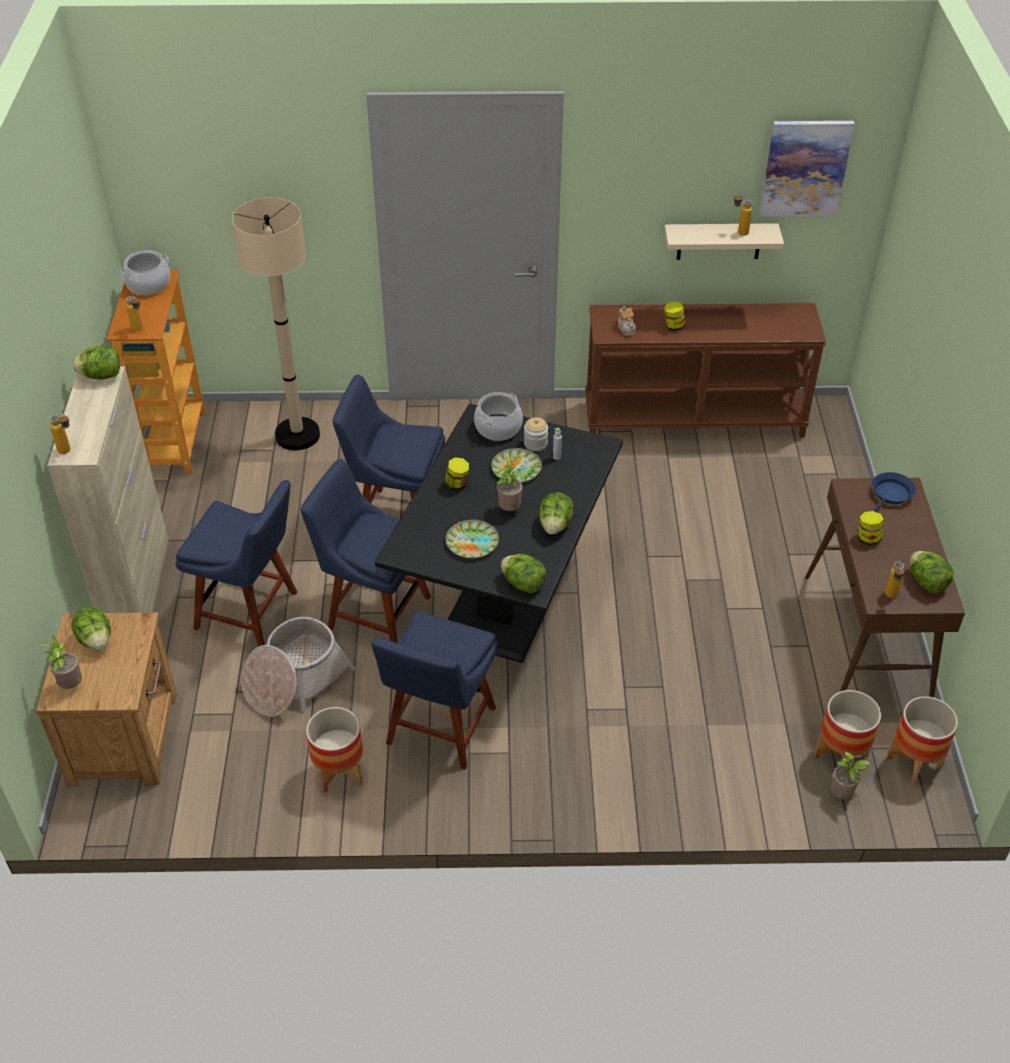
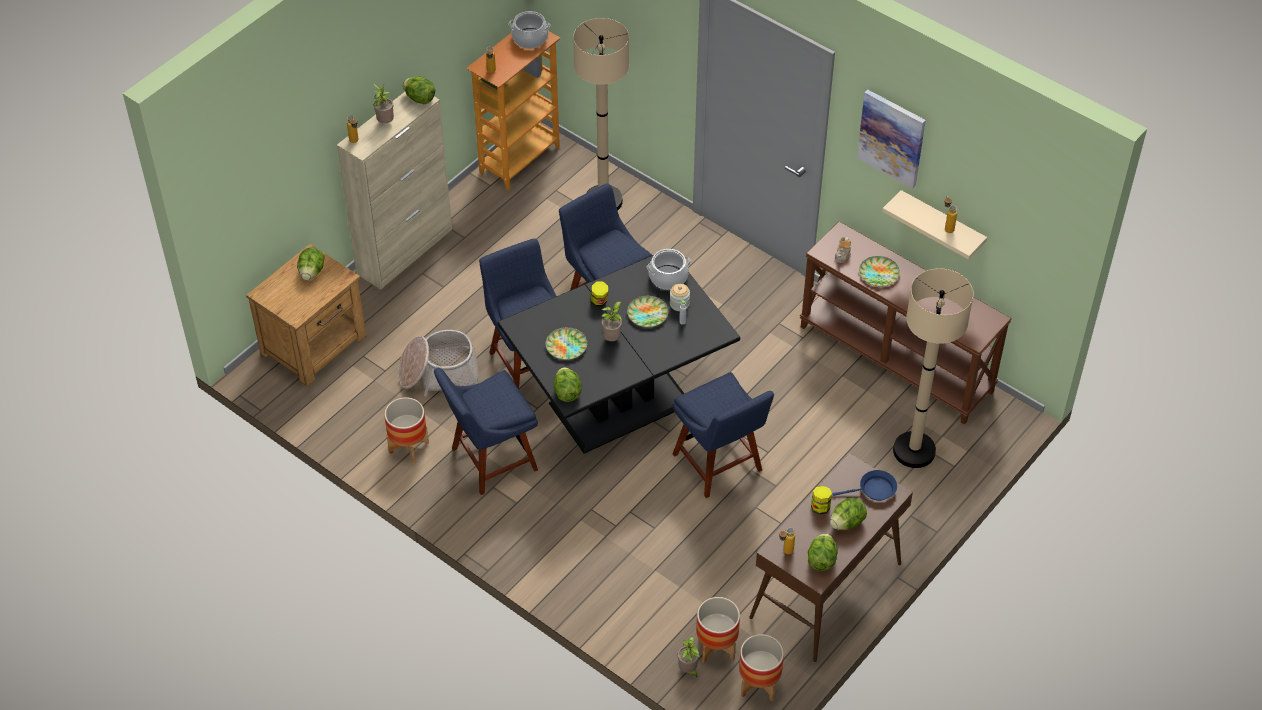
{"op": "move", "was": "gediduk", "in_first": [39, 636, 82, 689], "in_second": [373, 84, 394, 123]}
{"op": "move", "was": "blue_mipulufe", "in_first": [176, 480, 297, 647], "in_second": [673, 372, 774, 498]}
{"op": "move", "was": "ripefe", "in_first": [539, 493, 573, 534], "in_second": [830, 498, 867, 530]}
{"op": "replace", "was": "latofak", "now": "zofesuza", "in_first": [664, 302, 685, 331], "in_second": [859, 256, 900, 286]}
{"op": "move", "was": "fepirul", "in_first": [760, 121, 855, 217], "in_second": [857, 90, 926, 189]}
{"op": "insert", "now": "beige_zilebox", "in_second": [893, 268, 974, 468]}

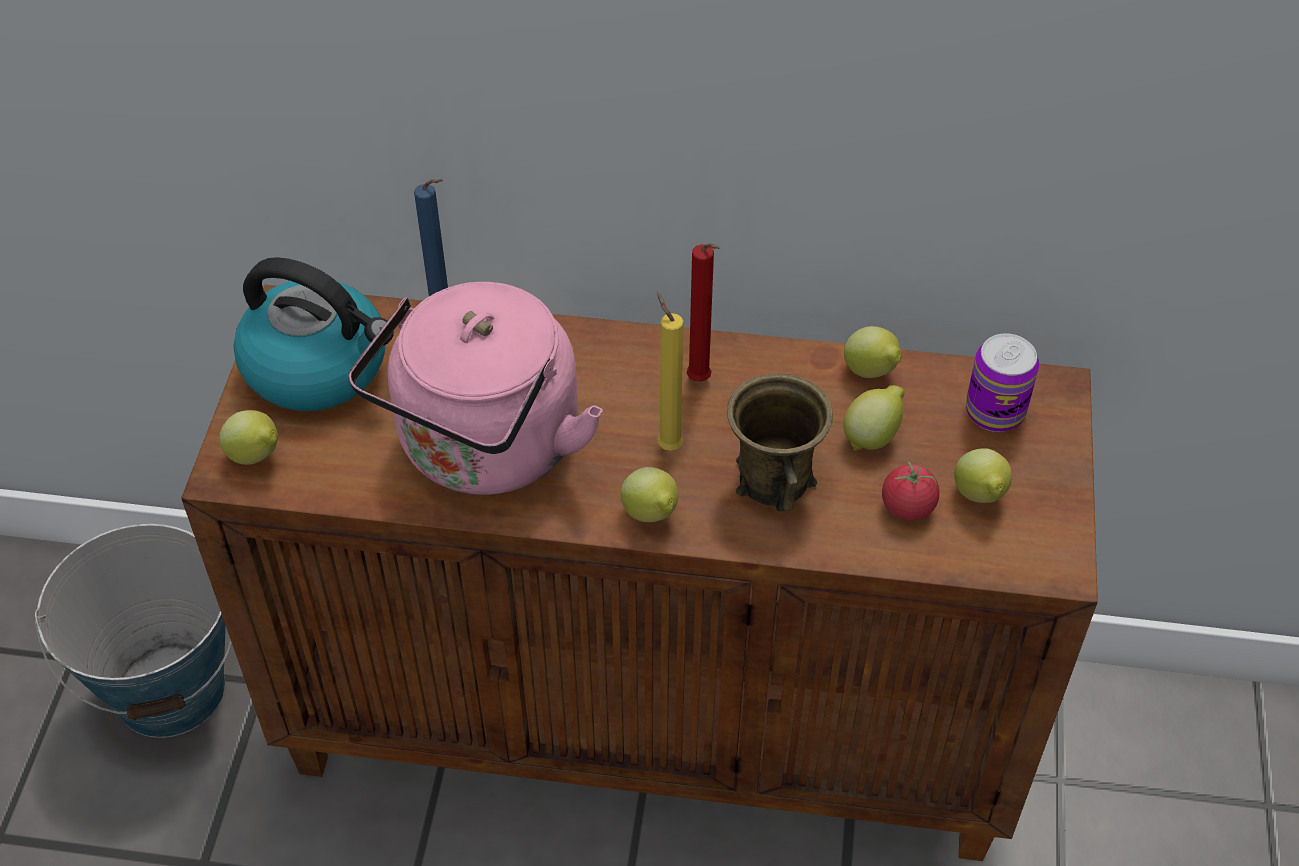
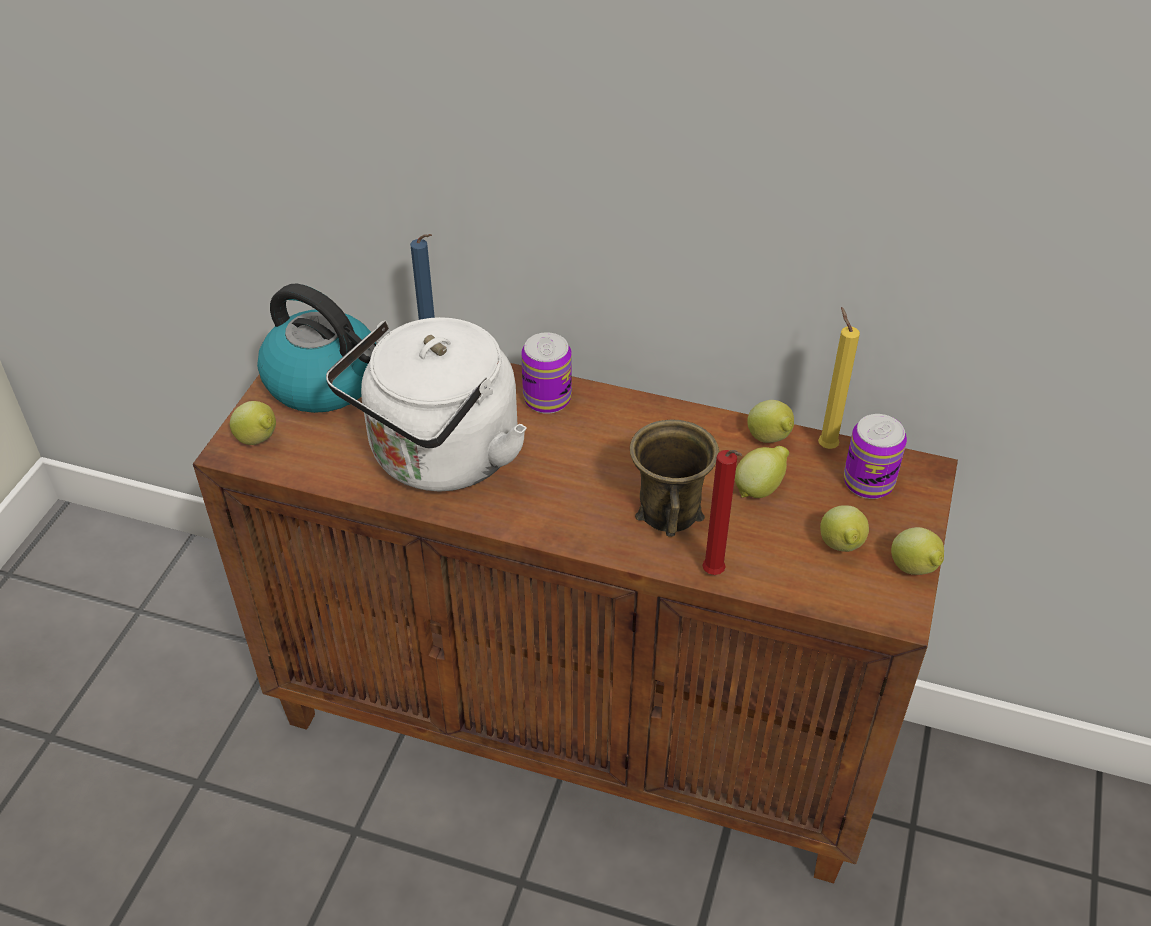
{"op": "delete", "was": "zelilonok", "in_first": [35, 524, 232, 738]}
{"op": "recolor", "was": "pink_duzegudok", "now": "white_duzegudok", "in_first": [348, 282, 603, 495], "in_second": [326, 317, 527, 492]}
{"op": "move", "was": "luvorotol", "in_first": [620, 467, 678, 522], "in_second": [891, 527, 944, 575]}
{"op": "move", "was": "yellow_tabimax", "in_first": [657, 292, 683, 451], "in_second": [818, 307, 860, 449]}
{"op": "move", "was": "red_tabimax", "in_first": [687, 243, 720, 382], "in_second": [702, 450, 742, 575]}
{"op": "delete", "was": "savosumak", "in_first": [882, 461, 940, 520]}
{"op": "insert", "now": "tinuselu", "in_second": [521, 332, 572, 414]}

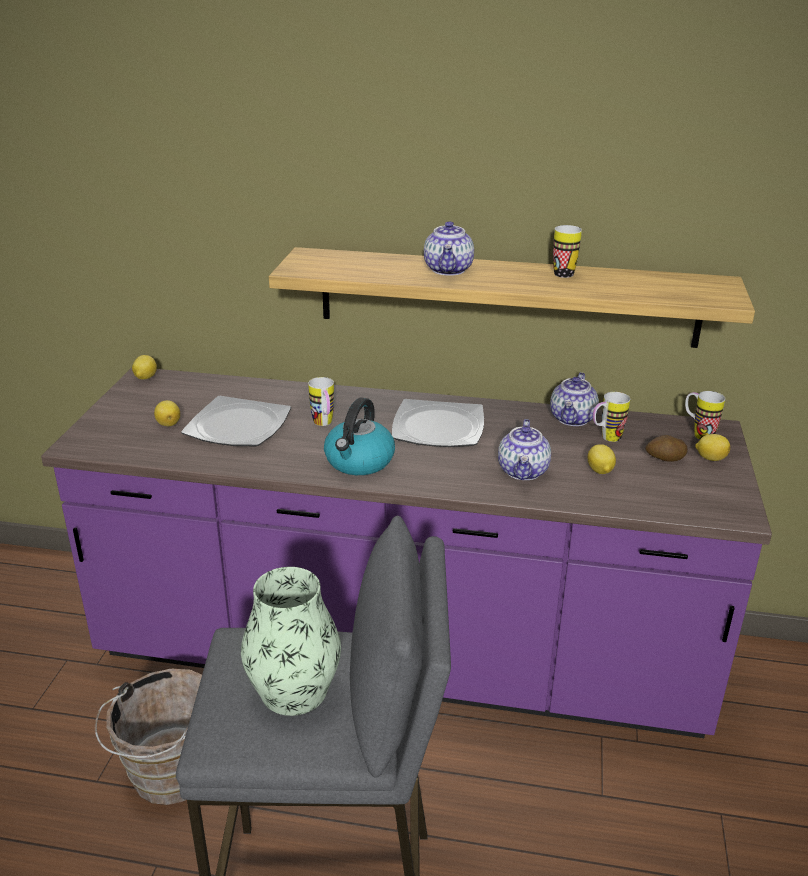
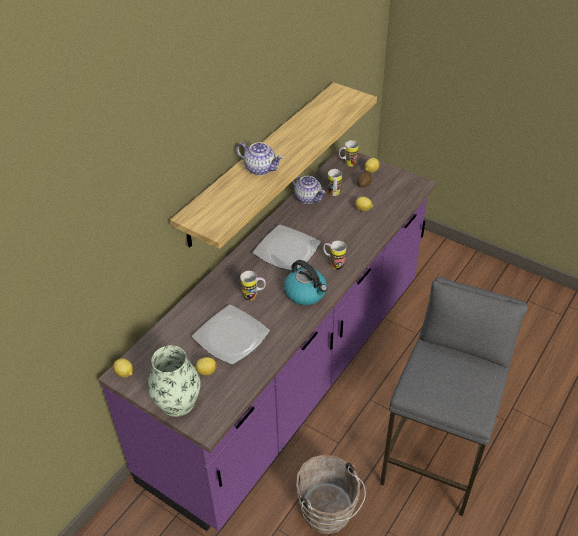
{"op": "move", "was": "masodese", "in_first": [241, 567, 341, 716], "in_second": [148, 345, 201, 417]}
{"op": "delete", "was": "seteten", "in_first": [498, 419, 551, 480]}
{"op": "move", "was": "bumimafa", "in_first": [553, 225, 582, 278], "in_second": [323, 241, 346, 270]}

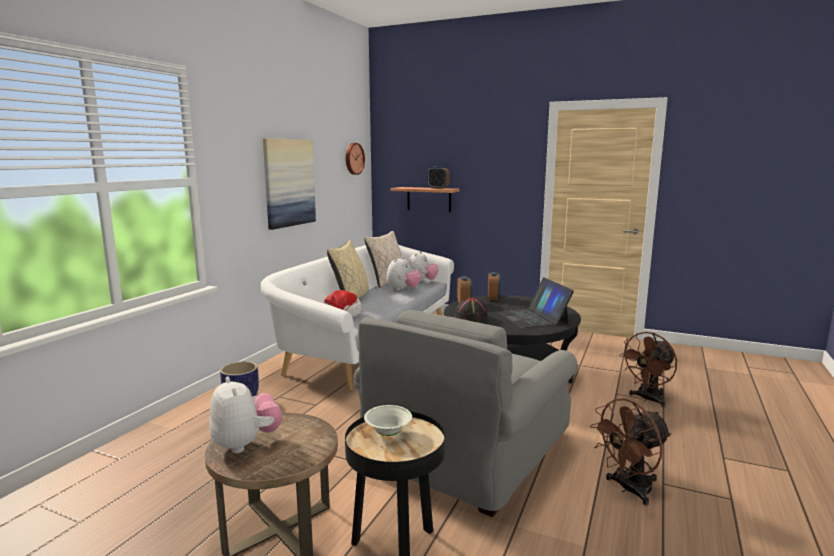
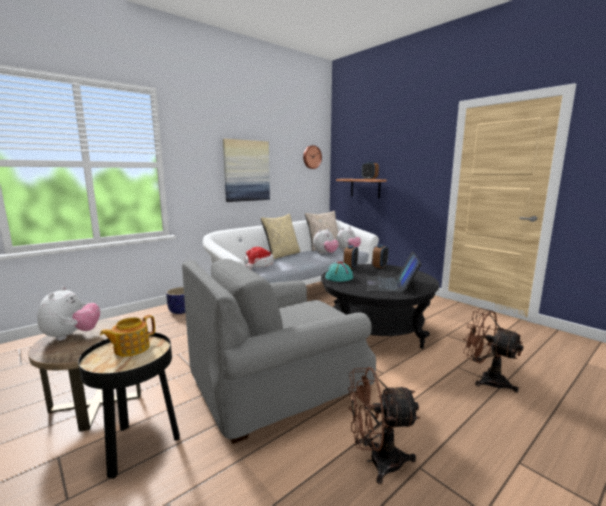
{"op": "replace", "was": "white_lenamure", "now": "seteten", "in_first": [364, 405, 412, 436], "in_second": [100, 315, 155, 357]}
{"op": "recolor", "was": "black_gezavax", "now": "turquoise_gezavax", "in_first": [454, 298, 488, 322], "in_second": [326, 262, 353, 282]}
{"op": "rotate", "was": "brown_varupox", "in_first": [619, 332, 677, 407], "in_second": [463, 308, 524, 393], "clockwise": 60}

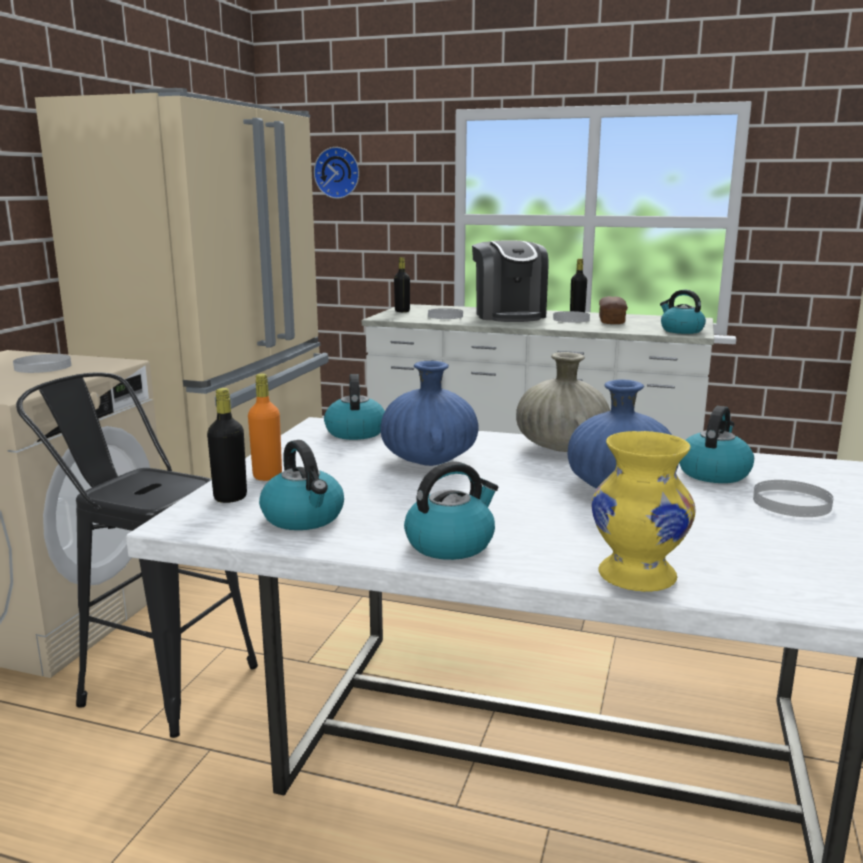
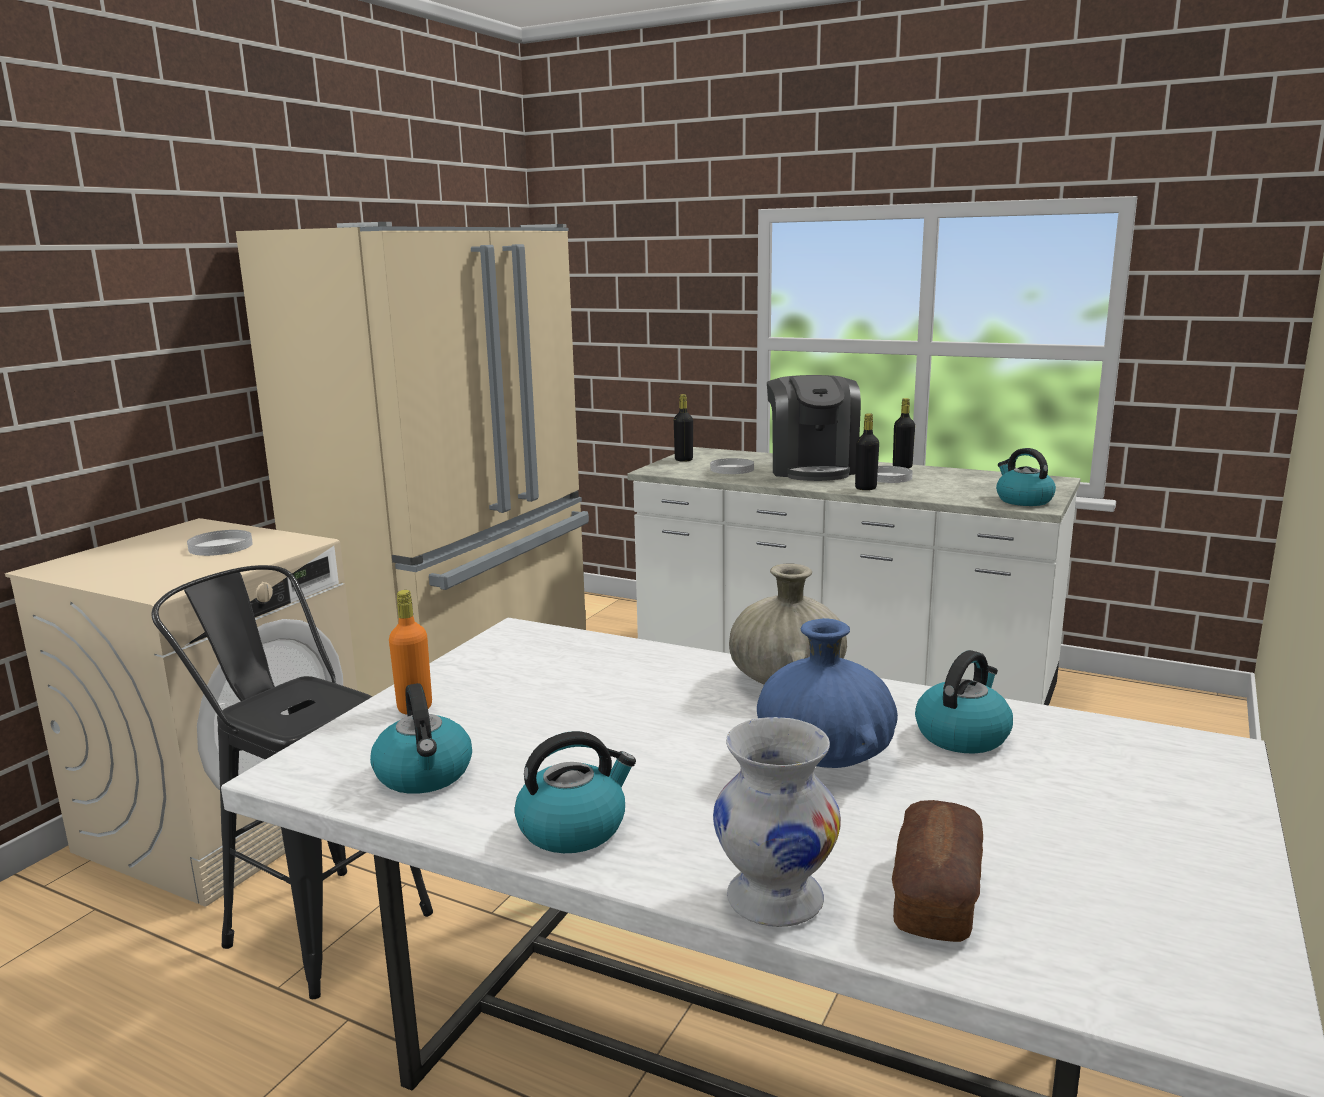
{"op": "move", "was": "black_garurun", "in_first": [207, 388, 247, 503], "in_second": [855, 413, 879, 490]}
{"op": "delete", "was": "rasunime", "in_first": [314, 147, 359, 199]}
{"op": "delete", "was": "duzegudok", "in_first": [324, 374, 385, 440]}
{"op": "delete", "was": "blue_masodese", "in_first": [380, 361, 479, 466]}
{"op": "recolor", "was": "yellow_masodese", "now": "white_masodese", "in_first": [592, 431, 696, 592], "in_second": [713, 717, 841, 927]}
{"op": "move", "was": "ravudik", "in_first": [599, 296, 628, 324], "in_second": [892, 800, 983, 942]}
{"op": "delete", "was": "white_zofesuza", "in_first": [753, 480, 833, 517]}

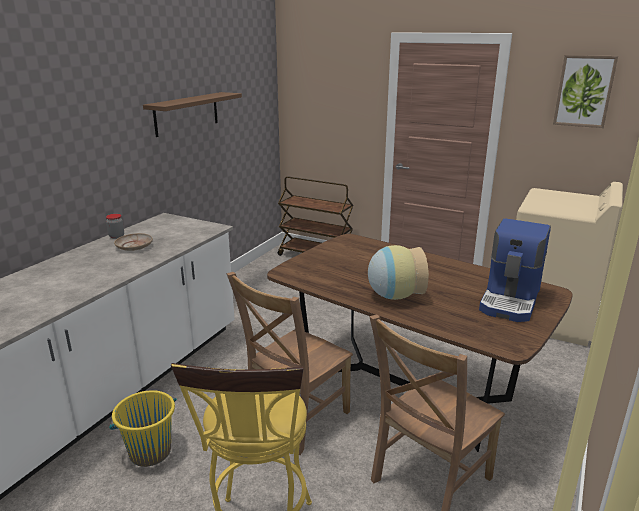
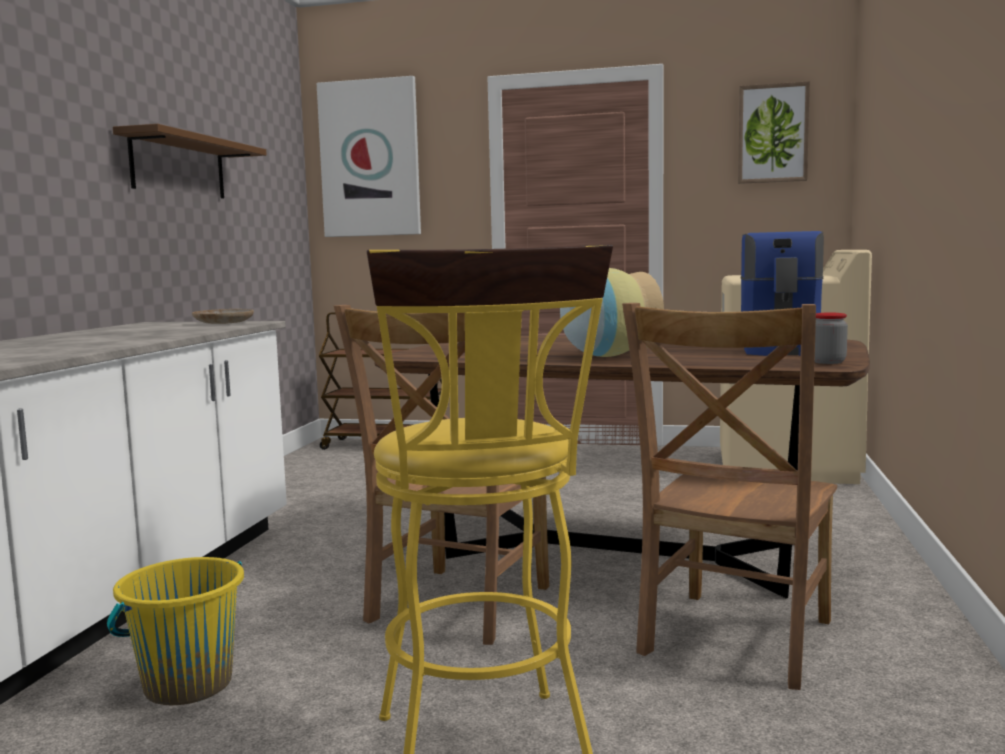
{"op": "move", "was": "latofak", "in_first": [106, 214, 124, 239], "in_second": [815, 313, 848, 364]}
{"op": "move", "was": "beige_zofesuza", "in_first": [114, 233, 153, 251], "in_second": [192, 309, 254, 324]}
{"op": "insert", "now": "fepirul", "in_second": [317, 76, 421, 237]}

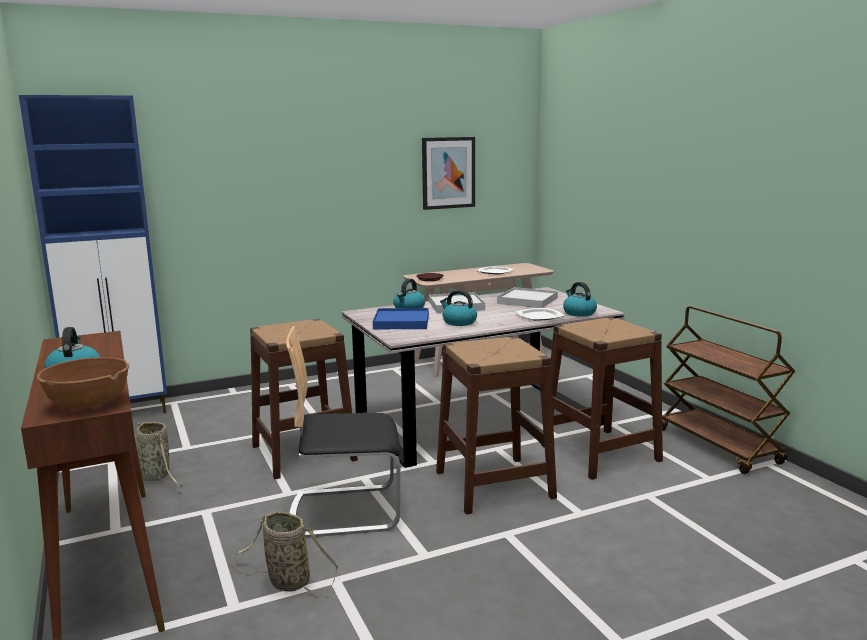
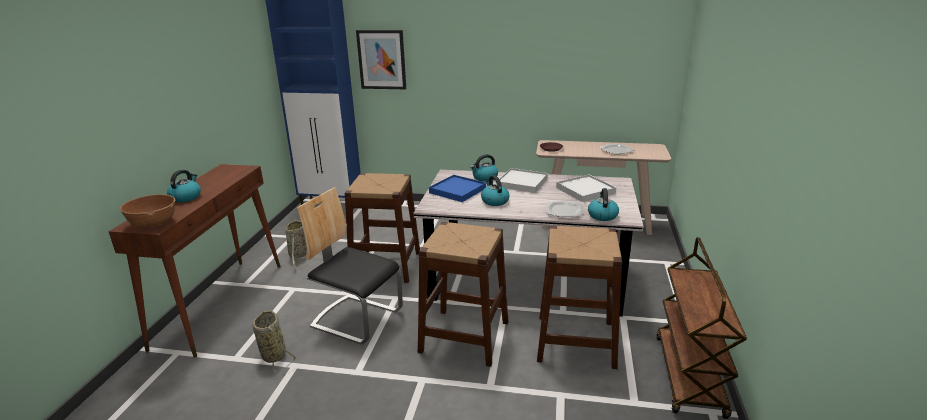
{"op": "move", "was": "fepirul", "in_first": [422, 137, 475, 210], "in_second": [356, 30, 406, 89]}

